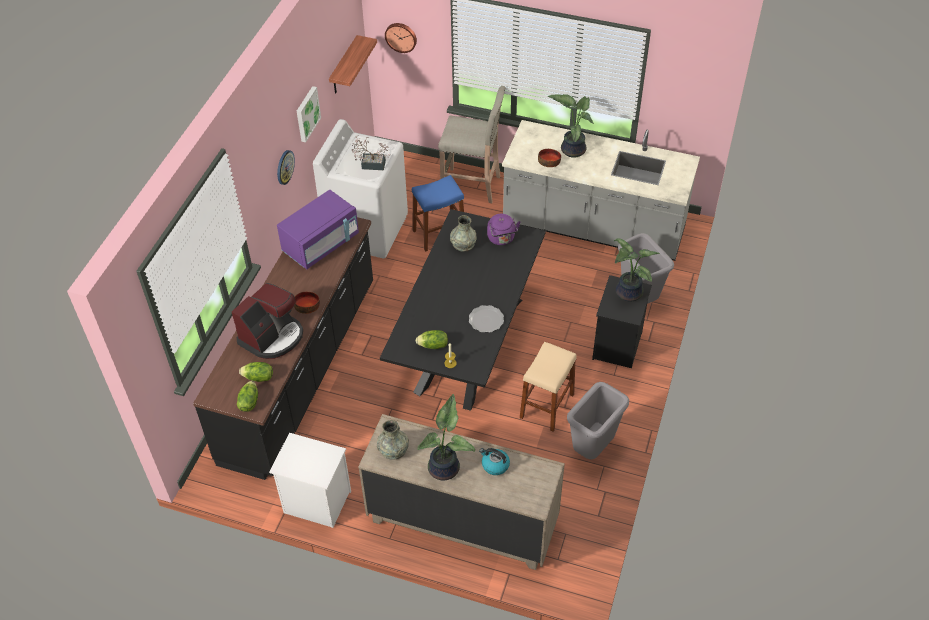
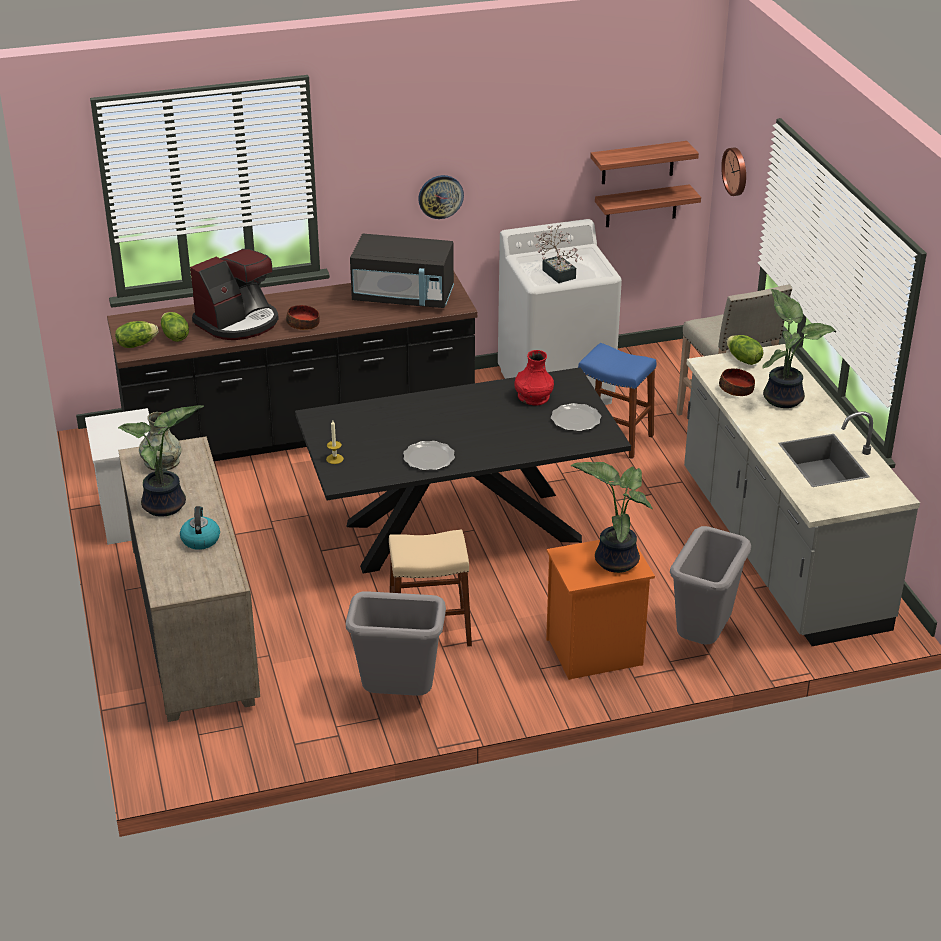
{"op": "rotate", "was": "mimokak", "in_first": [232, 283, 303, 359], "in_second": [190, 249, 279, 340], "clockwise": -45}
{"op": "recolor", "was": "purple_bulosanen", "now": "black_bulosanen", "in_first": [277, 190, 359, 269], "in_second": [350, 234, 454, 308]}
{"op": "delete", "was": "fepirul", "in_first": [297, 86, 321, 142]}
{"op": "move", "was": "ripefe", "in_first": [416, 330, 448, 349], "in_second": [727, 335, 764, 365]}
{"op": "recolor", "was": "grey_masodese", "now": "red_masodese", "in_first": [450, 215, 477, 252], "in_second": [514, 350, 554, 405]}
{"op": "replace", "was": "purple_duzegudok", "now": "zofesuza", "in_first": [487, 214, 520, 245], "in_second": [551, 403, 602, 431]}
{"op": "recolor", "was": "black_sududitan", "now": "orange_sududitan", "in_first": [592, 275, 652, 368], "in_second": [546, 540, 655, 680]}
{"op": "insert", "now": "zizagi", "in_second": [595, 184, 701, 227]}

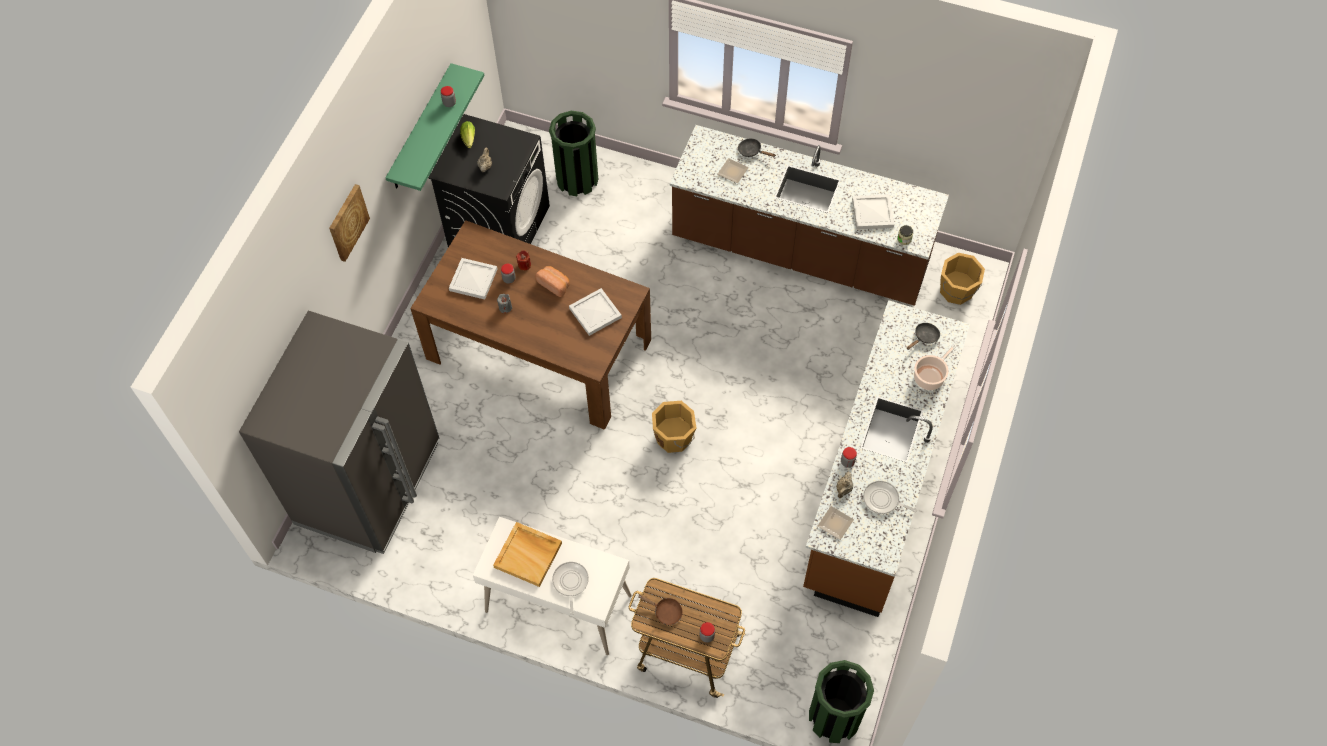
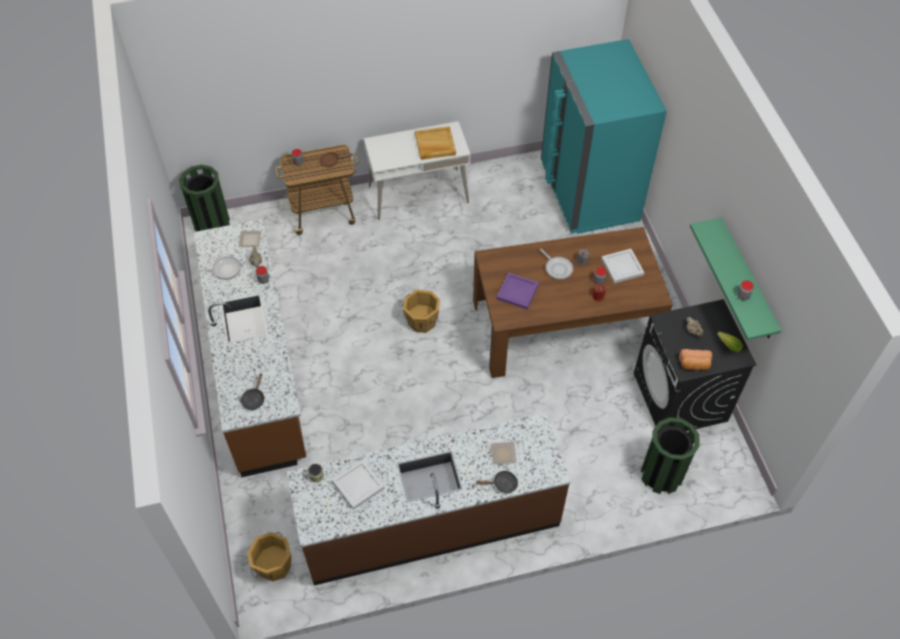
{"op": "recolor", "was": "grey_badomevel", "now": "turquoise_badomevel", "in_first": [239, 311, 440, 554], "in_second": [541, 39, 667, 234]}
{"op": "delete", "was": "fepirul", "in_first": [329, 184, 370, 262]}
{"op": "move", "was": "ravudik", "in_first": [535, 266, 570, 297], "in_second": [679, 349, 712, 371]}
{"op": "move", "was": "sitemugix", "in_first": [552, 562, 589, 615], "in_second": [540, 249, 573, 280]}
{"op": "recolor", "was": "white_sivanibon", "now": "purple_sivanibon", "in_first": [569, 288, 622, 336], "in_second": [496, 272, 539, 310]}
{"op": "delete", "was": "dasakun", "in_first": [914, 344, 957, 390]}

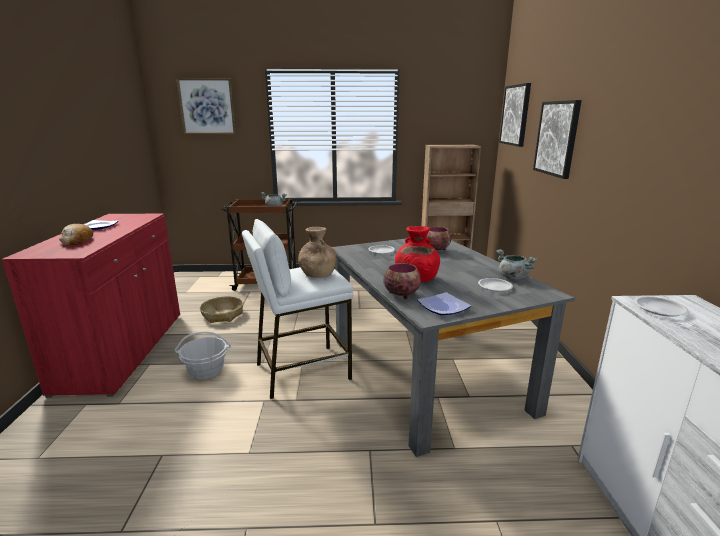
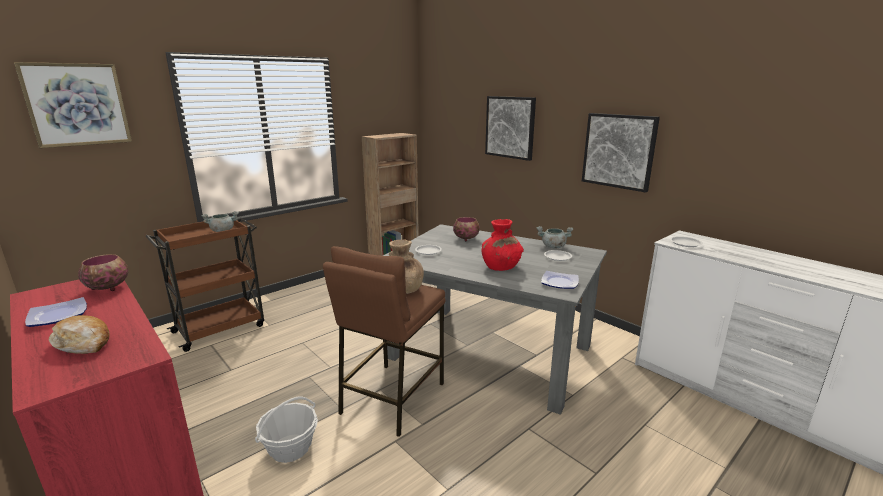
{"op": "delete", "was": "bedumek", "in_first": [200, 296, 243, 323]}
{"op": "recolor", "was": "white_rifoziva", "now": "brown_rifoziva", "in_first": [242, 219, 353, 399], "in_second": [323, 246, 446, 437]}
{"op": "move", "was": "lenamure", "in_first": [383, 263, 421, 299], "in_second": [78, 254, 128, 291]}
{"op": "move", "was": "fepirul", "in_first": [499, 83, 531, 147], "in_second": [582, 113, 660, 193]}

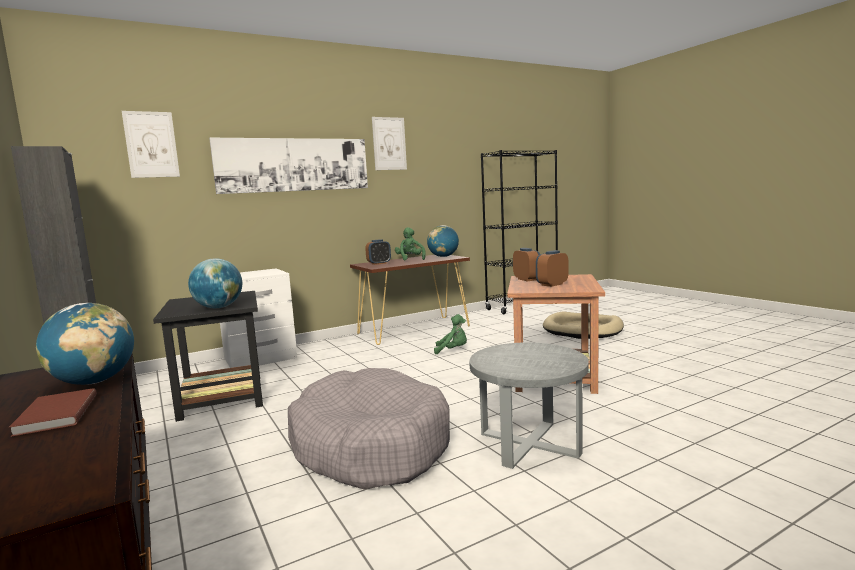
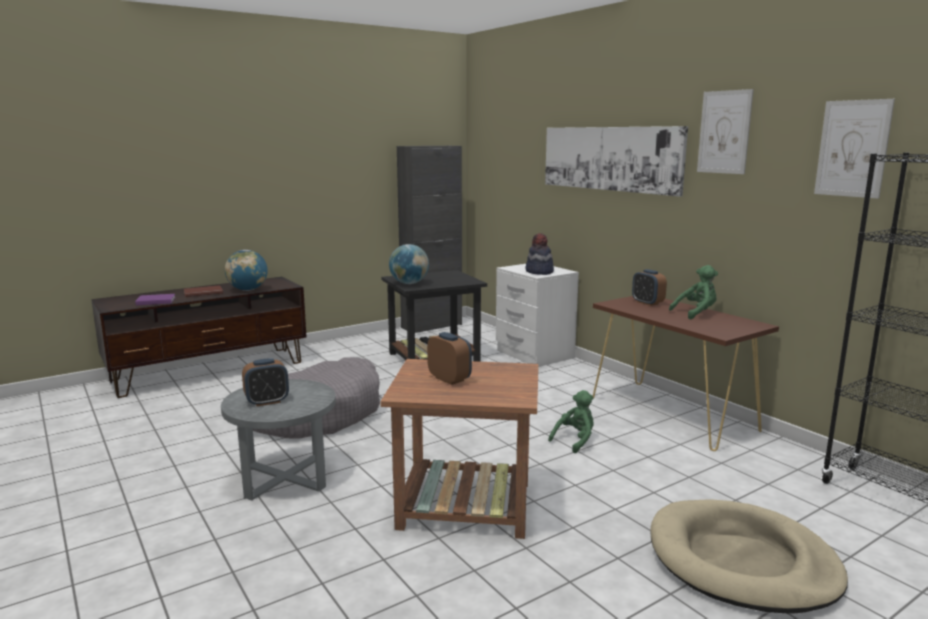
{"op": "move", "was": "fepirul", "in_first": [122, 111, 180, 178], "in_second": [814, 99, 895, 199]}
{"op": "delete", "was": "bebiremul", "in_first": [427, 225, 459, 257]}
{"op": "rotate", "was": "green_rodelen", "in_first": [434, 314, 467, 354], "in_second": [548, 390, 594, 453], "clockwise": -135}
{"op": "move", "was": "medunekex", "in_first": [513, 248, 540, 281], "in_second": [242, 358, 289, 407]}
{"op": "insert", "now": "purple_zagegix", "in_second": [135, 294, 176, 305]}
{"op": "insert", "now": "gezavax", "in_second": [526, 233, 554, 275]}

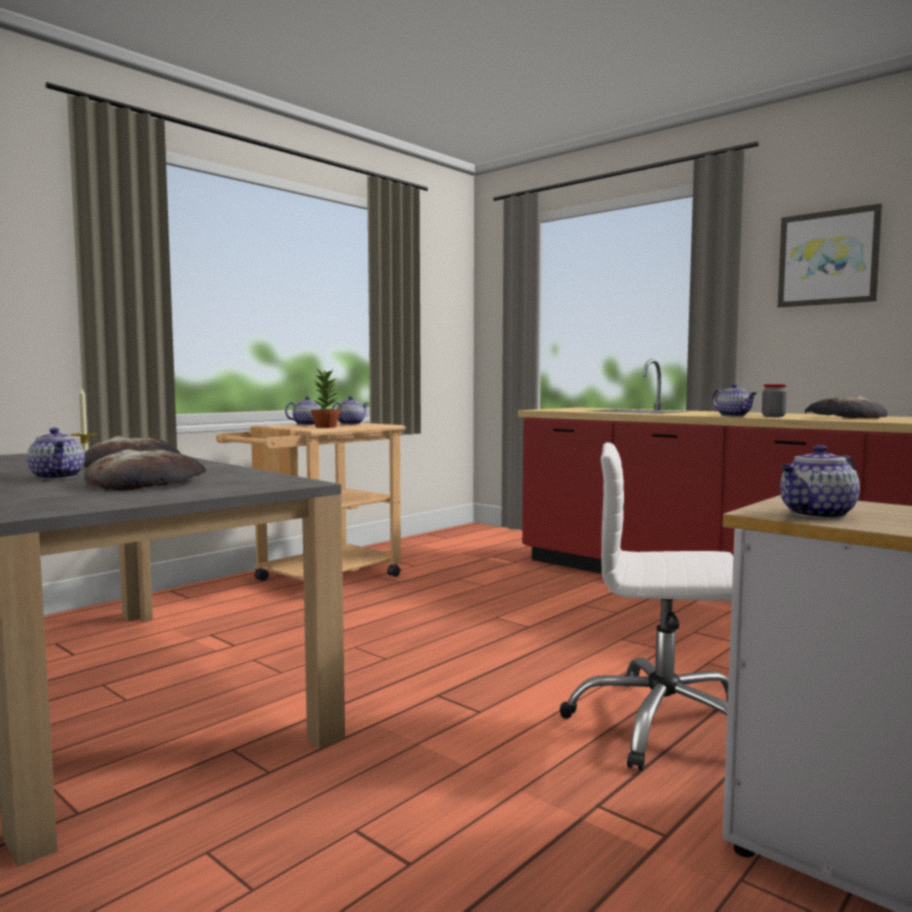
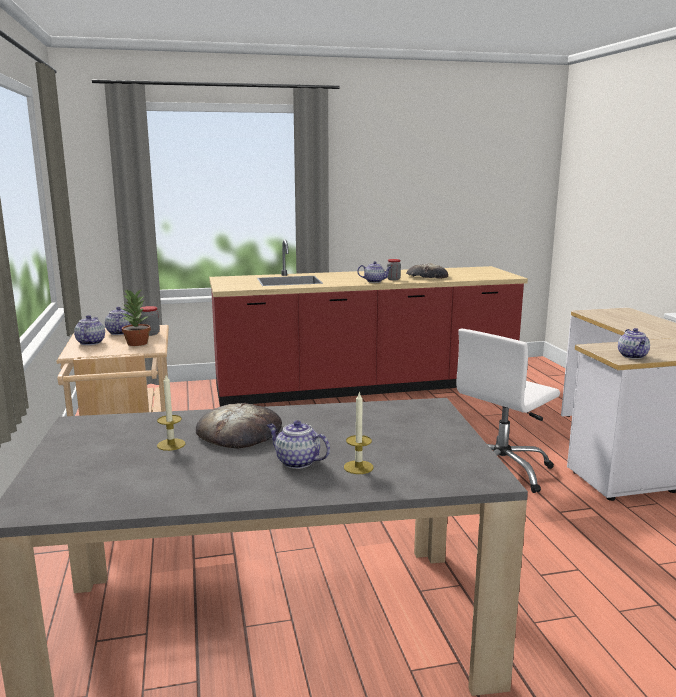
{"op": "rotate", "was": "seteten", "in_first": [27, 428, 85, 479], "in_second": [267, 420, 330, 469], "clockwise": -150}
{"op": "delete", "was": "ravudik", "in_first": [84, 449, 206, 491]}
{"op": "delete", "was": "fepirul", "in_first": [778, 204, 882, 307]}
{"op": "insert", "now": "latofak", "in_second": [140, 306, 160, 336]}
{"op": "insert", "now": "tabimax", "in_second": [344, 392, 374, 474]}

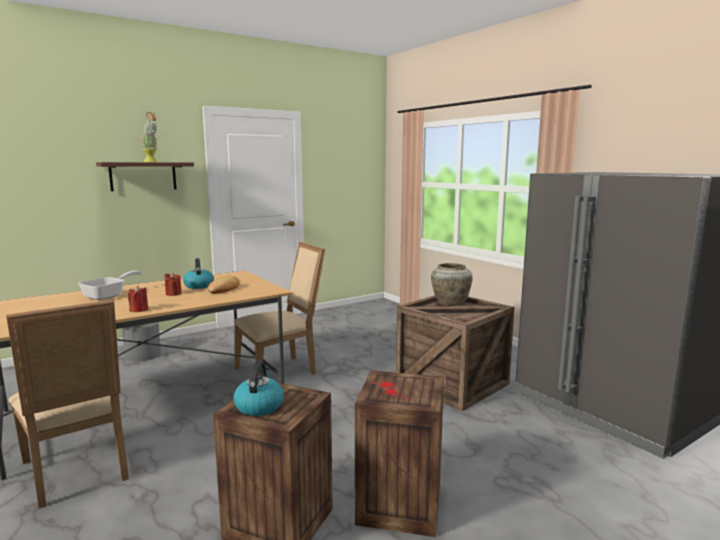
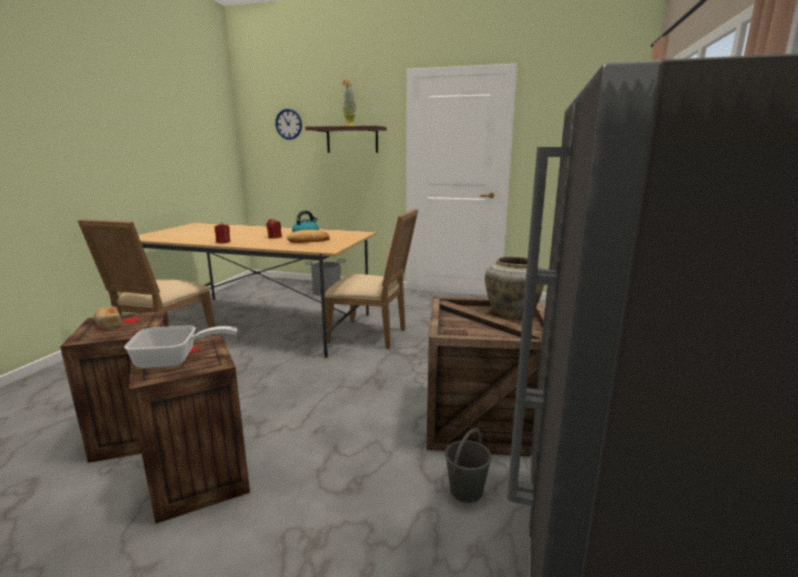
{"op": "move", "was": "sitemugix", "in_first": [78, 271, 142, 300], "in_second": [124, 326, 237, 368]}
{"op": "replace", "was": "duzegudok", "now": "ravudik", "in_first": [233, 361, 284, 416], "in_second": [95, 307, 121, 329]}
{"op": "insert", "now": "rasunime", "in_second": [275, 109, 302, 140]}
{"op": "insert", "now": "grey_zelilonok", "in_second": [445, 428, 492, 503]}

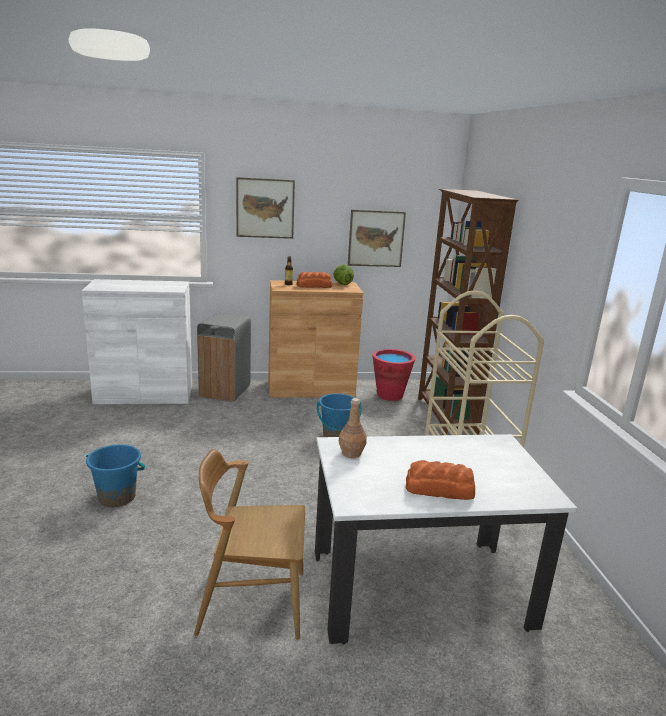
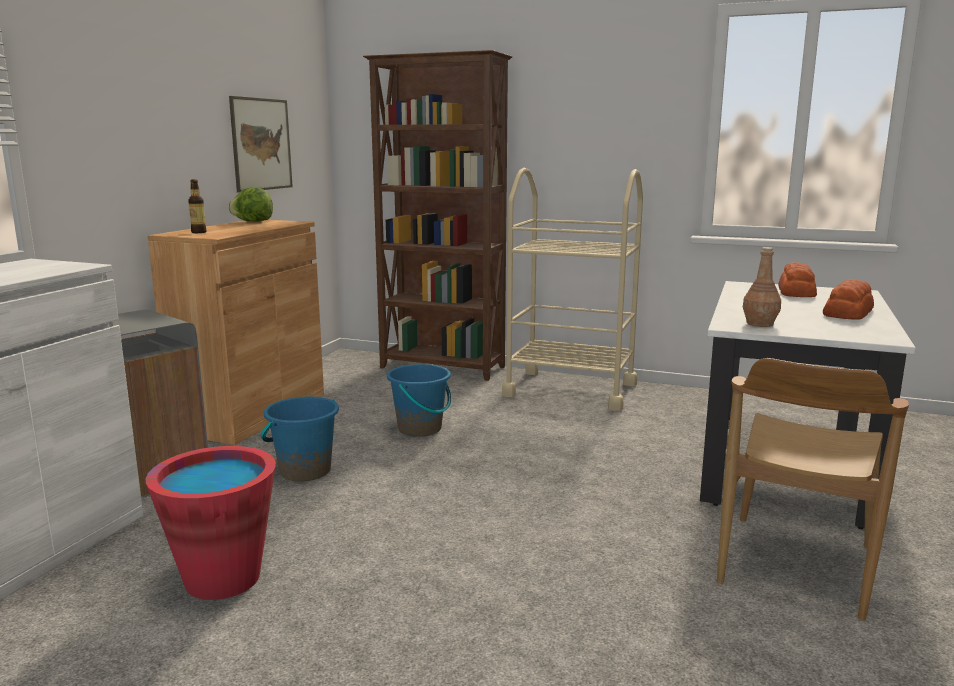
{"op": "move", "was": "blue_zelilonok", "in_first": [86, 444, 145, 507], "in_second": [261, 397, 339, 482]}
{"op": "delete", "was": "fepirul", "in_first": [236, 177, 295, 239]}
{"op": "move", "was": "ravudik", "in_first": [297, 272, 332, 288], "in_second": [778, 262, 817, 297]}
{"op": "move", "was": "red_zelilonok", "in_first": [372, 349, 416, 401], "in_second": [146, 446, 276, 600]}

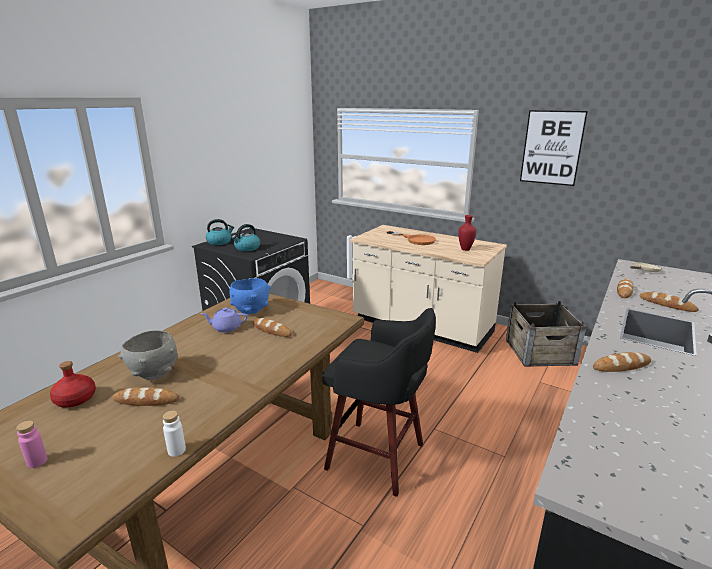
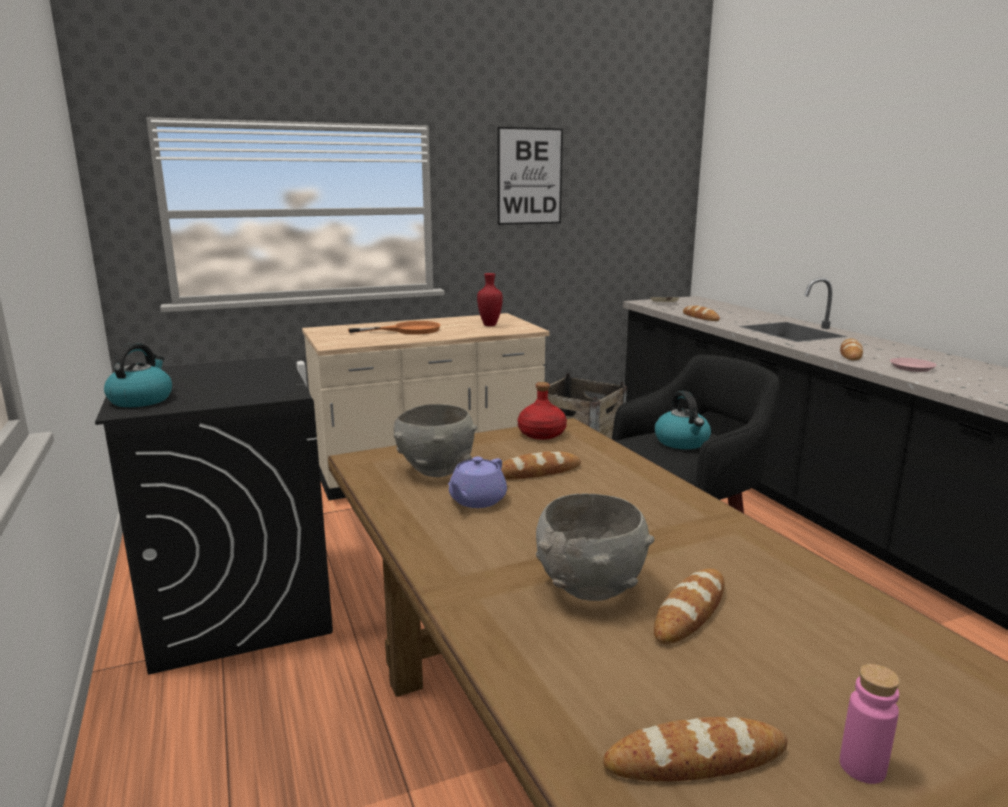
{"op": "move", "was": "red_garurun", "in_first": [50, 361, 96, 408], "in_second": [518, 382, 567, 440]}
{"op": "delete", "was": "white_garurun", "in_first": [163, 410, 186, 457]}
{"op": "recolor", "was": "blue_lenamure", "now": "grey_lenamure", "in_first": [230, 278, 271, 314], "in_second": [394, 404, 477, 477]}
{"op": "move", "was": "duzegudok", "in_first": [232, 224, 260, 251], "in_second": [655, 391, 711, 449]}
{"op": "move", "was": "ravudik", "in_first": [639, 292, 699, 312], "in_second": [603, 717, 787, 781]}
{"op": "insert", "now": "pink_zofesuza", "in_second": [890, 358, 937, 372]}

